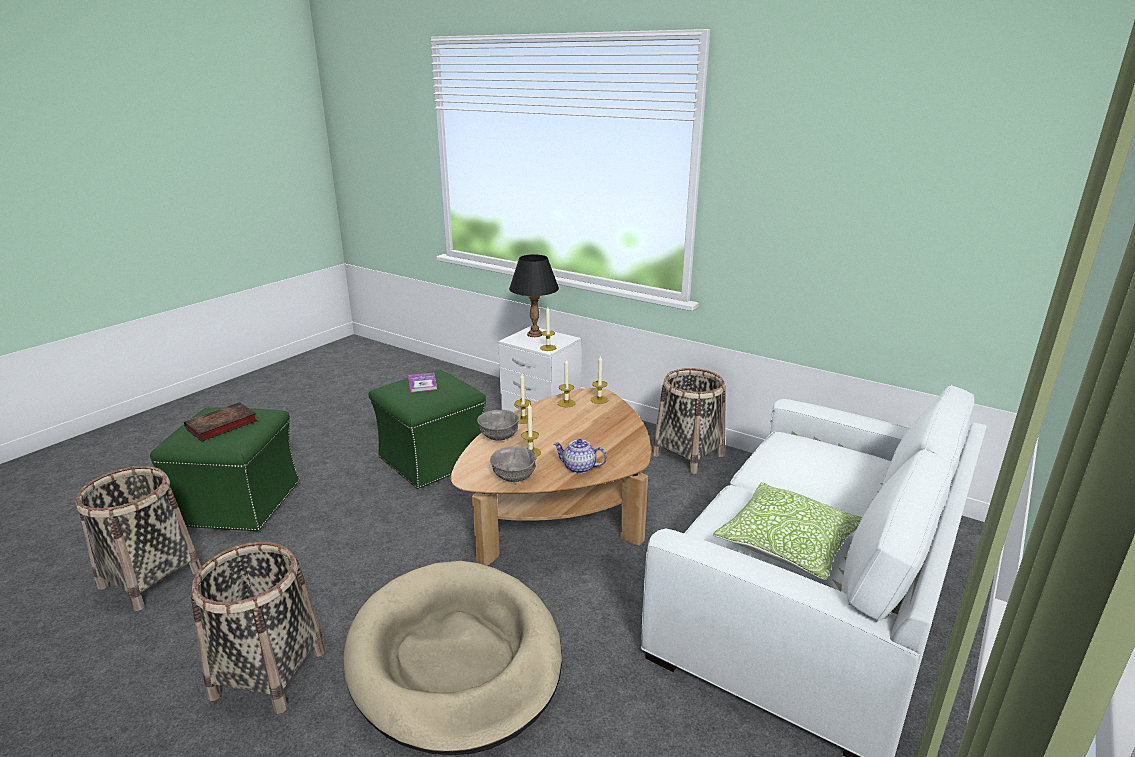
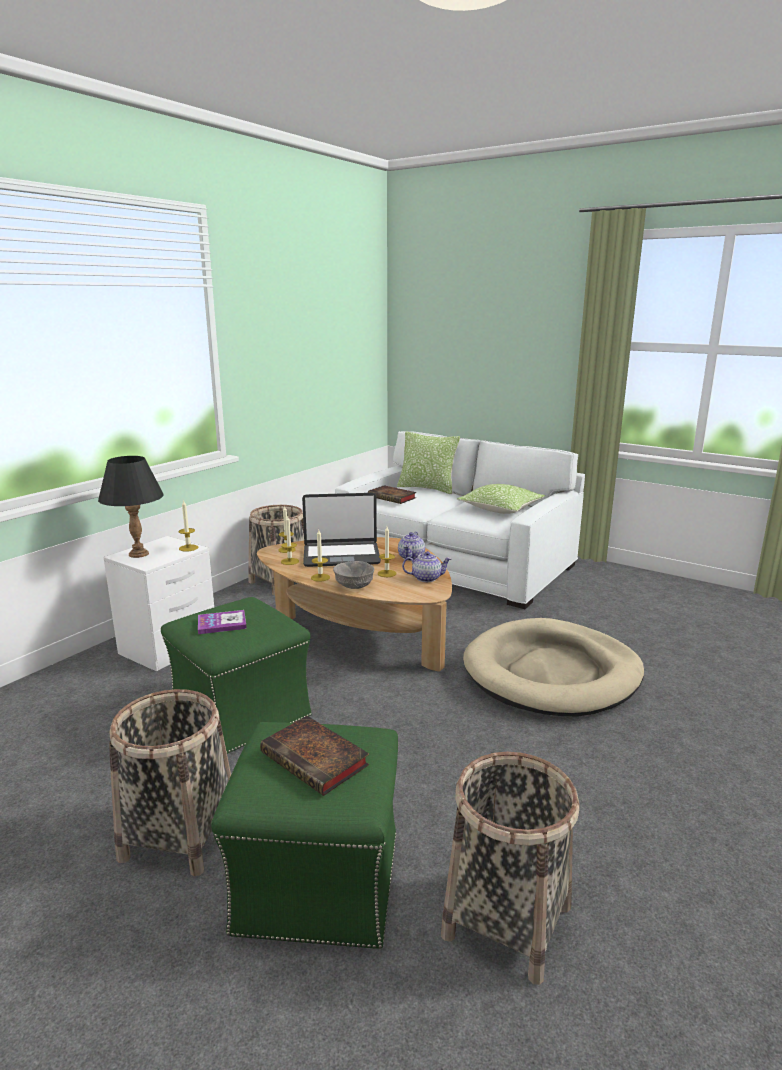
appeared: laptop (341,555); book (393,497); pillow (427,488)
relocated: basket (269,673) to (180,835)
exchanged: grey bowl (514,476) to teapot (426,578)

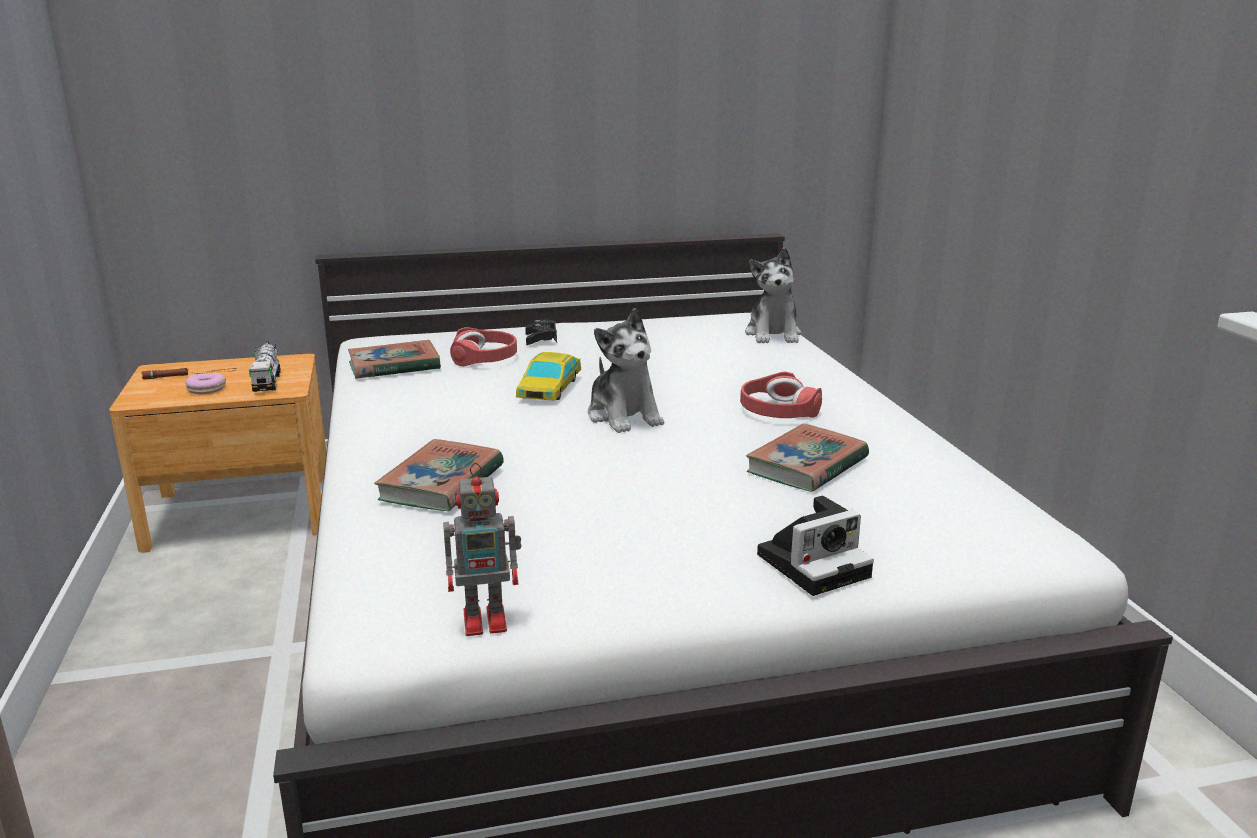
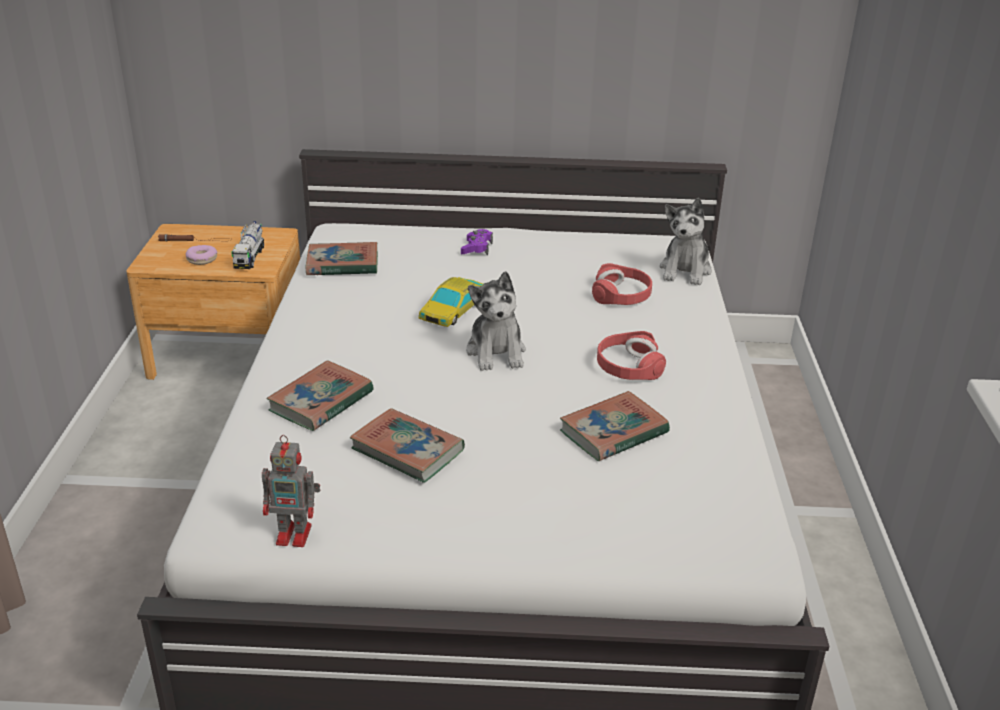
missing: photo camera (815,564)
appeared: book (407,450)
relocated: red headphones (485,358) to (621,295)
colour: black game controller (541,339) to purple game controller (476,248)

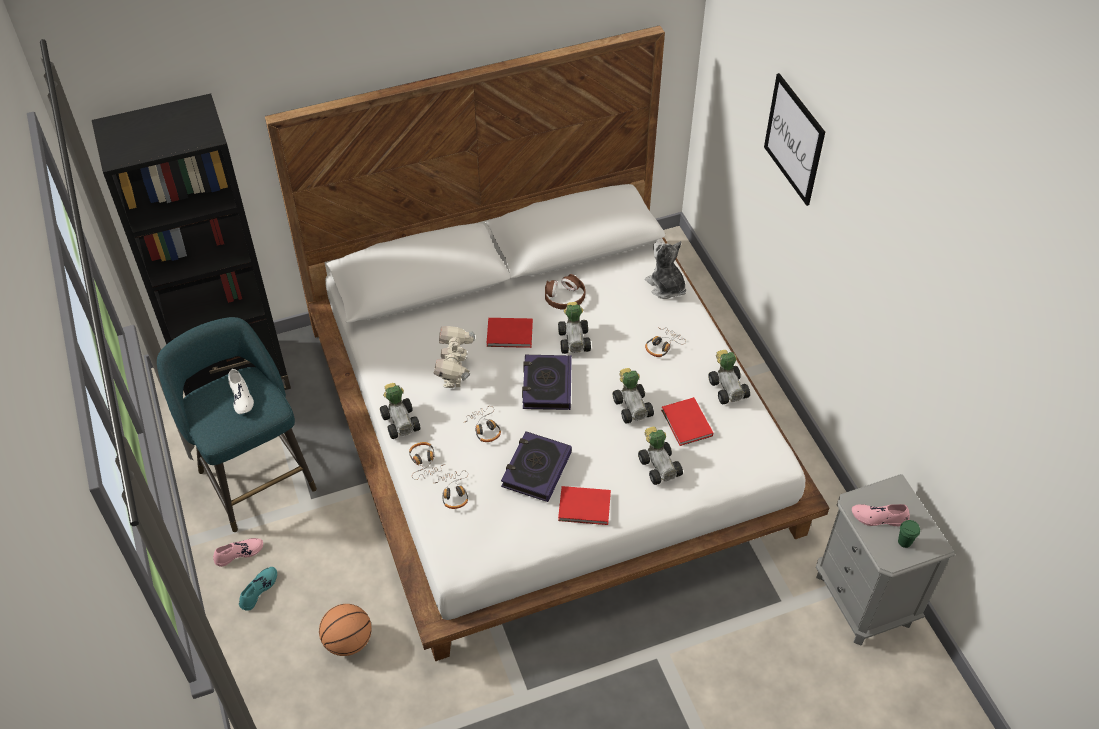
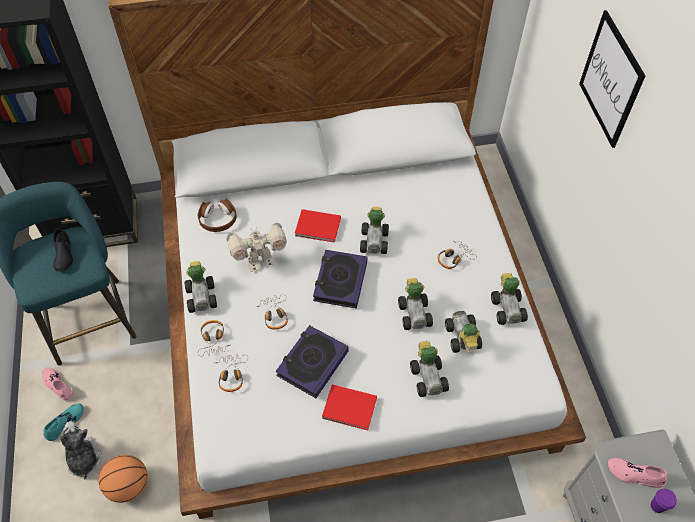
relocated: brown headphones (565,297) to (218,220); plush toy (666,286) to (83,459)
exchanged: red book (686,424) to toy car (462,339)
colour: white shoe (241,397) to black shoe (63,254); green cup (904,542) to purple cup (657,506)
spun: pink shoe (239,553) = (58,385) 120 degrees counterclockwise; toy robot (455,377) = (260,261) 120 degrees counterclockwise

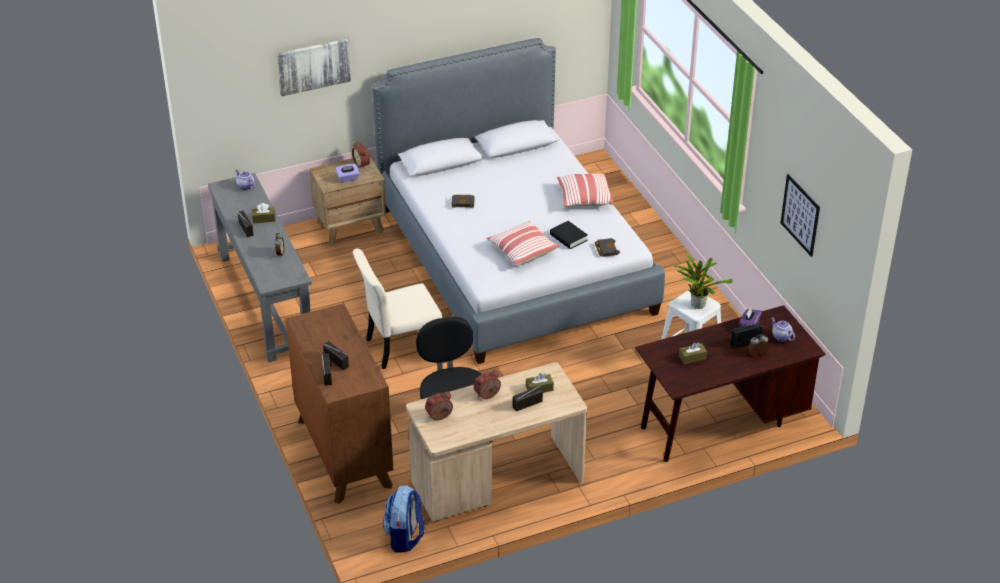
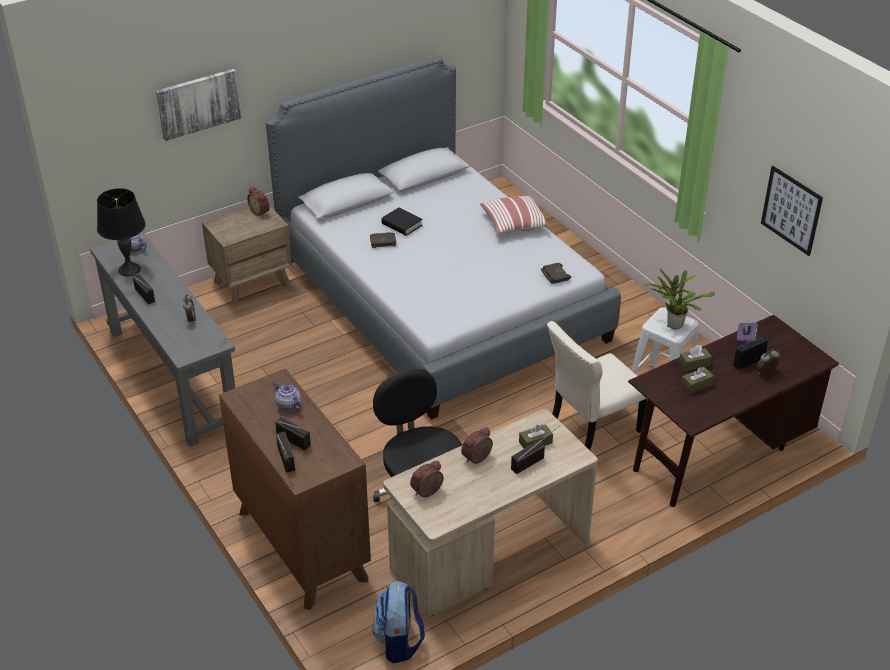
missing: purple tissue box (348,178); pillow (522,251)
appeared: black table lamp (129,269)
relocated: brown tissue box (264,219) to (694,364); beige chair (400,347) to (591,429); black book (568,238) to (402,224); teapot (780,337) to (287,405)

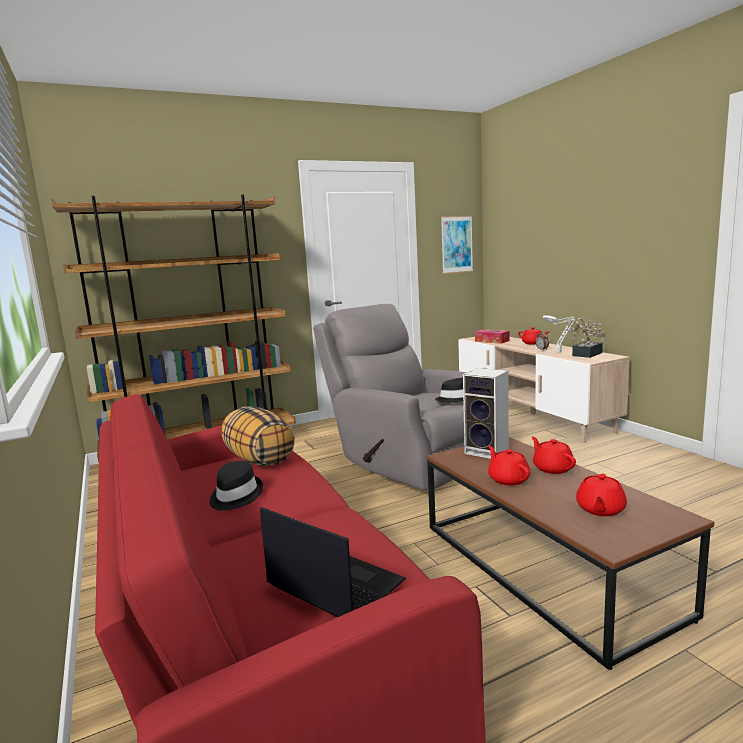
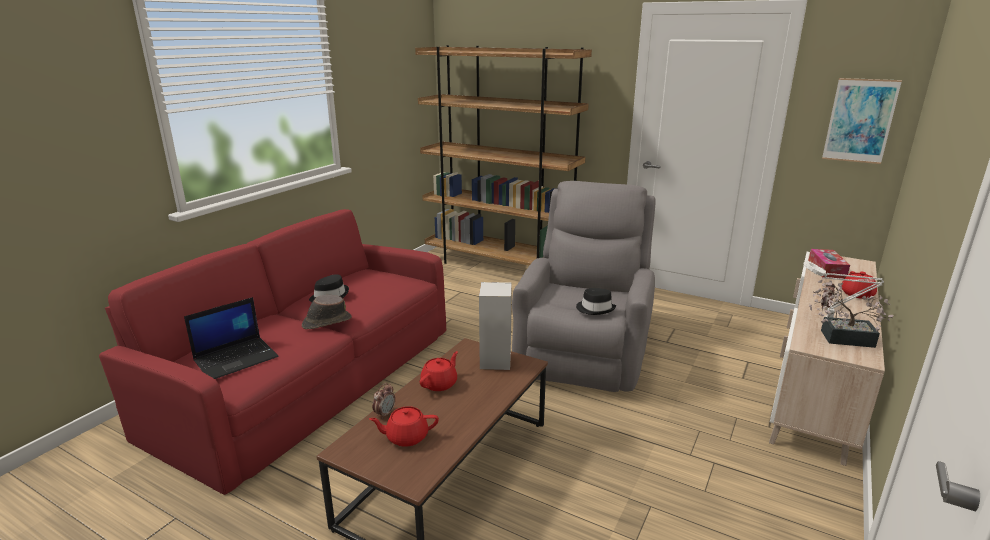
missing: pillow (258,460); red teapot (552,468)
appeared: brown hat (326,322); alarm clock (385,414)
spun: laptop (333,583) = (236,358) 45 degrees clockwise

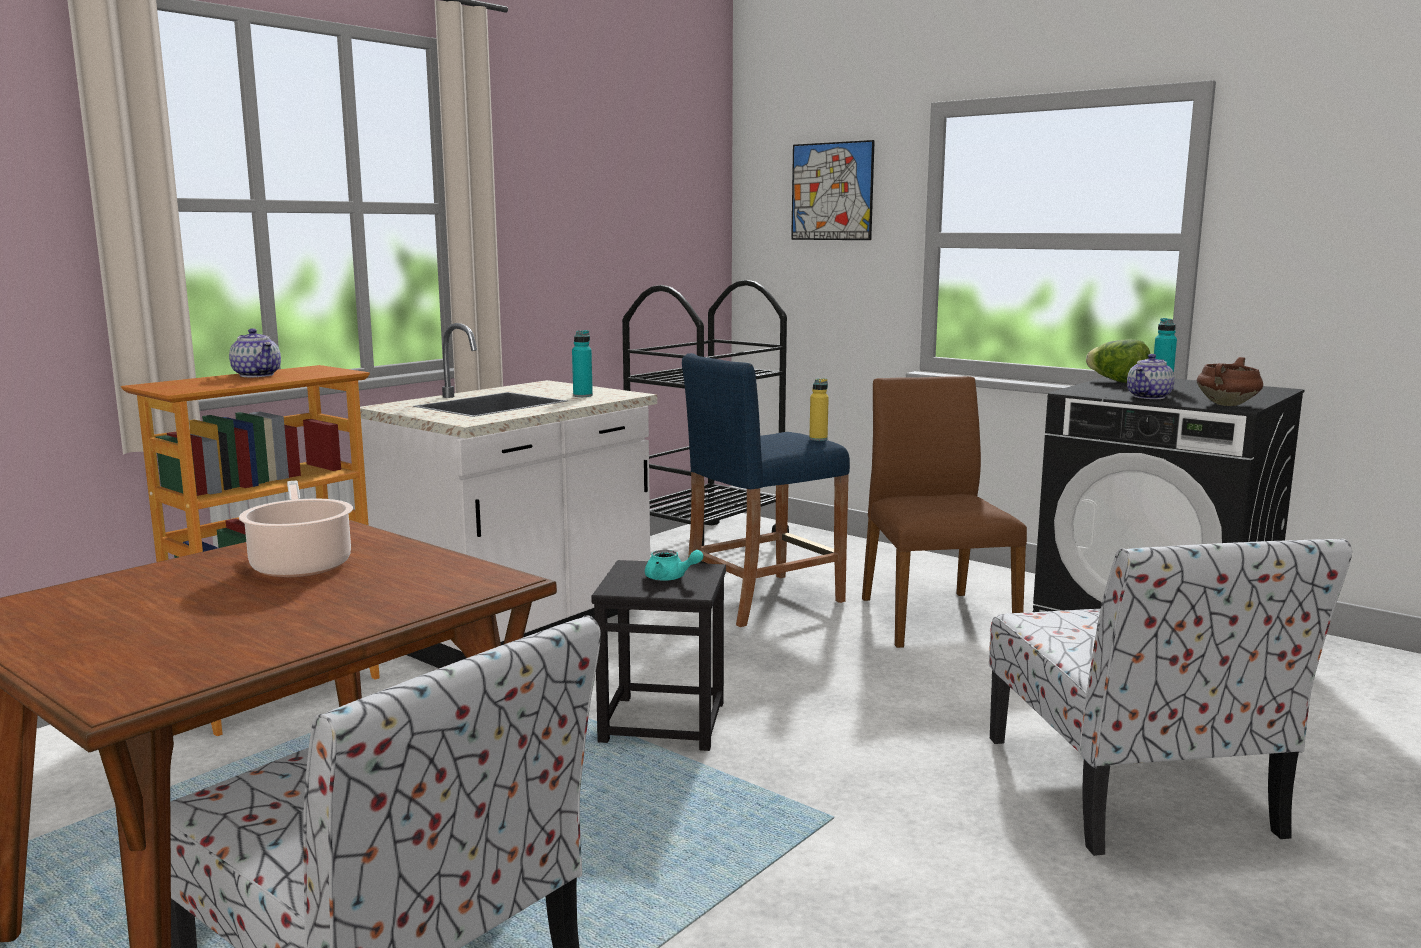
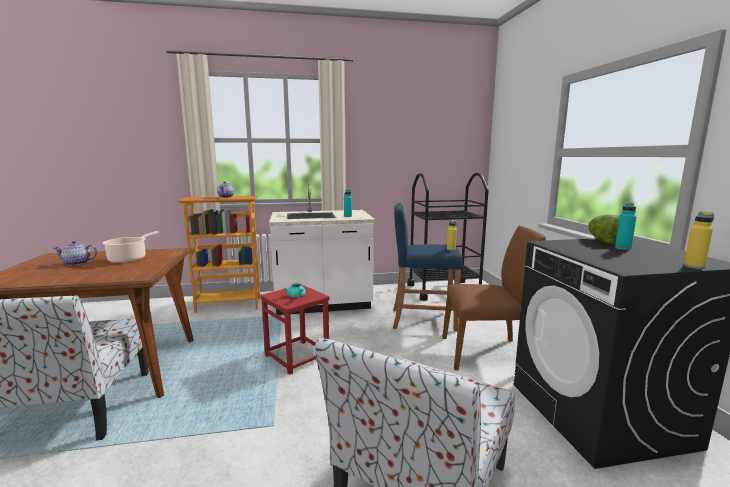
missing: picture (832,191); brown cooking pot (1227,405)
appeared: yellow bottle (693,266)
relocated: teapot (1149,397) to (77,263)
colour: black stool (663,722) to red stool (297,356)
spun: brown chair (934,617) = (486,353) 60 degrees clockwise

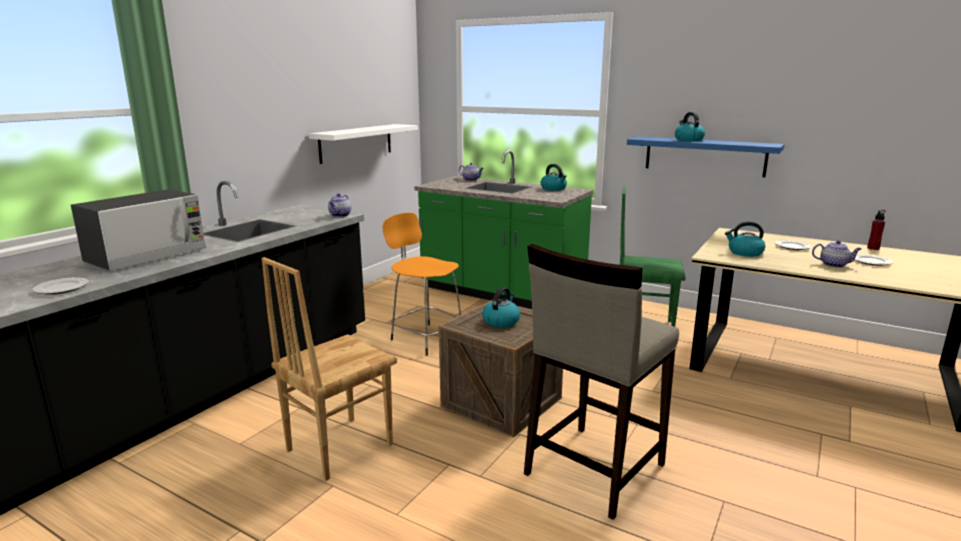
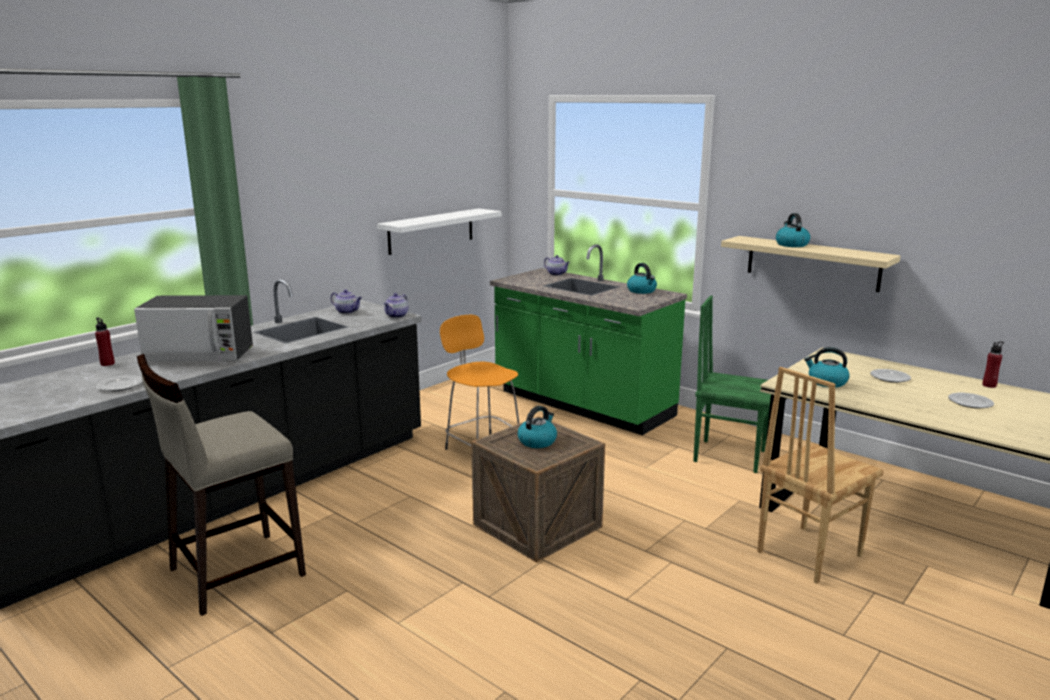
appeared: red bottle (107,364)
relocated: brown chair (338,447) to (807,553); beige stool (593,469) to (235,572); teapot (834,265) to (347,312)
colour: blue shelf (704,156) to beige shelf (812,263)
spun: microwave (147,256) = (200,355) 45 degrees clockwise

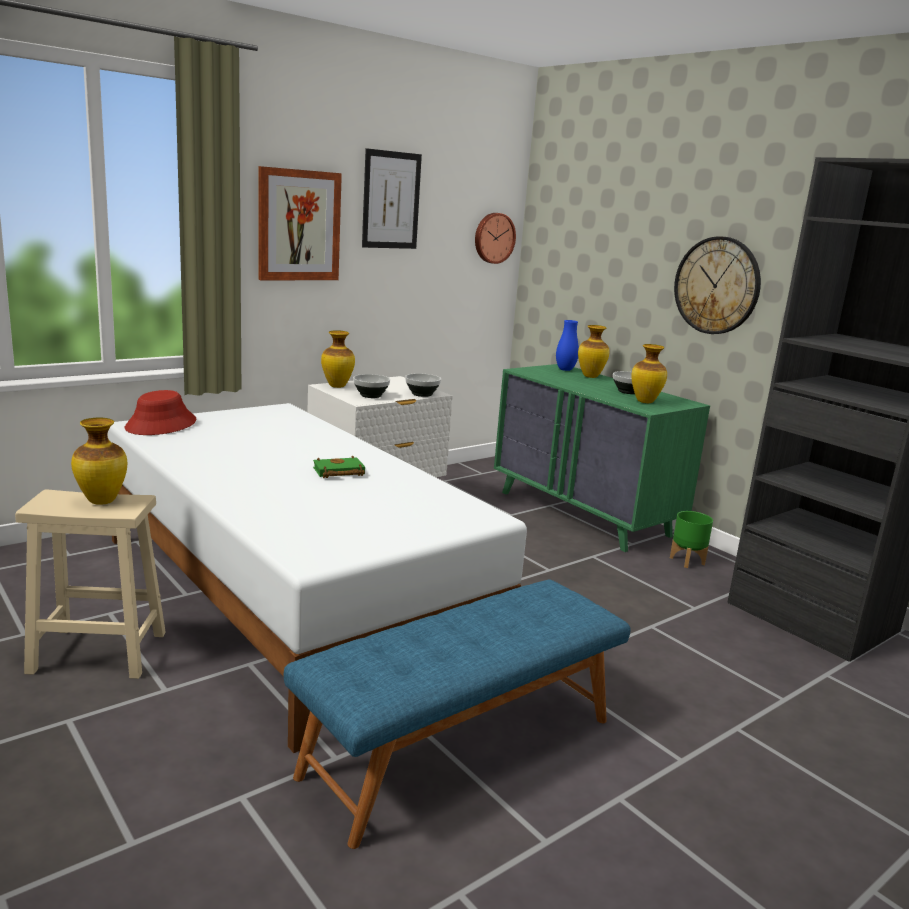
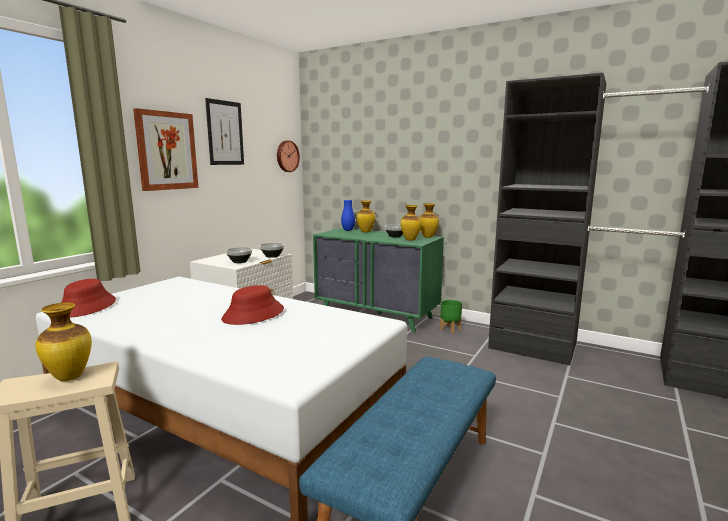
missing: wall clock (717,285)
relocated: vase (337,386) to (428,237)
exchanged: green book (338,472) to red hat (253,314)

